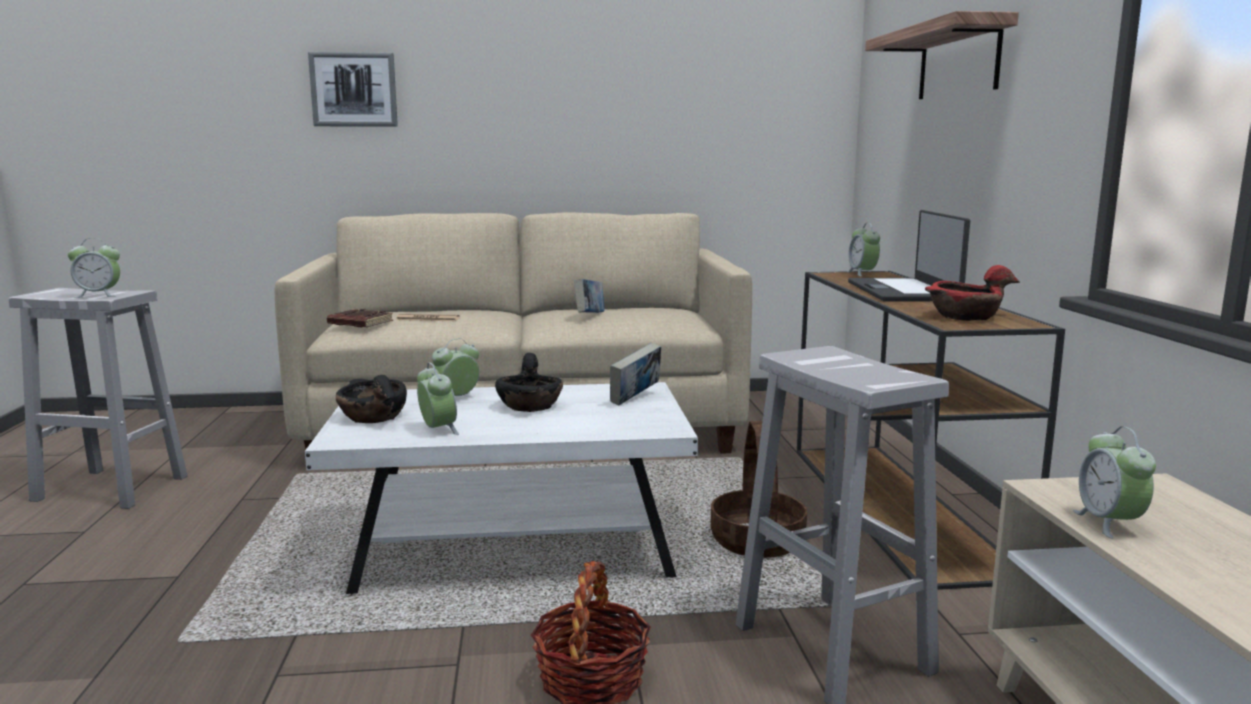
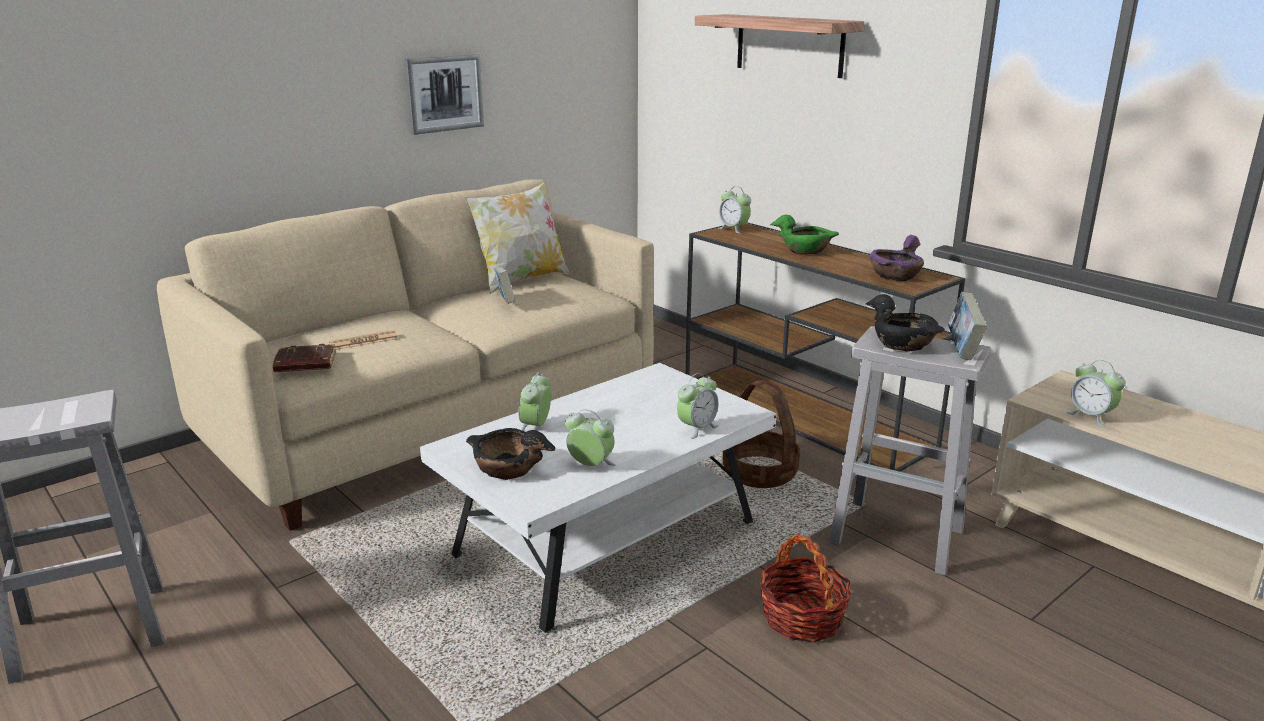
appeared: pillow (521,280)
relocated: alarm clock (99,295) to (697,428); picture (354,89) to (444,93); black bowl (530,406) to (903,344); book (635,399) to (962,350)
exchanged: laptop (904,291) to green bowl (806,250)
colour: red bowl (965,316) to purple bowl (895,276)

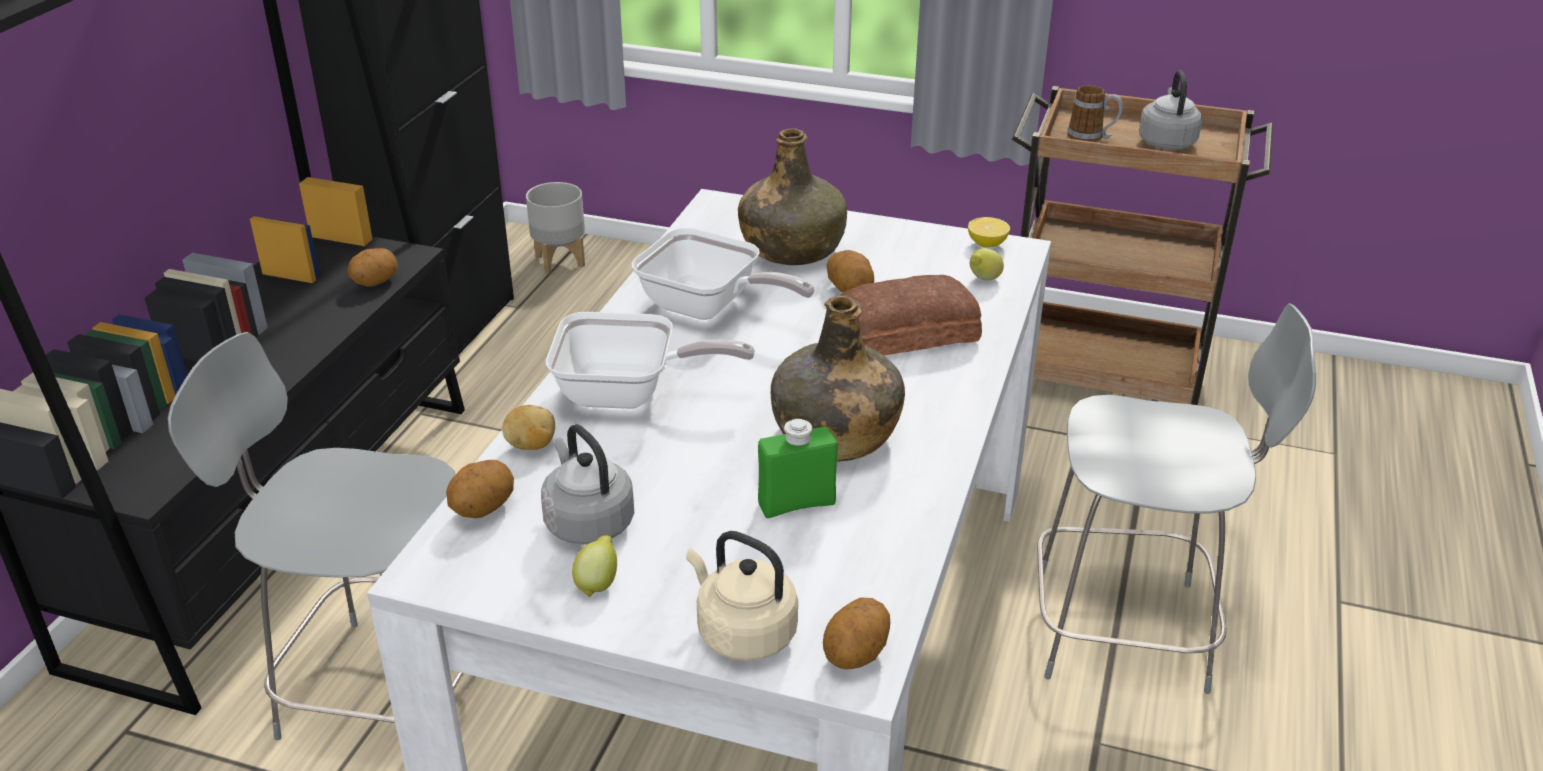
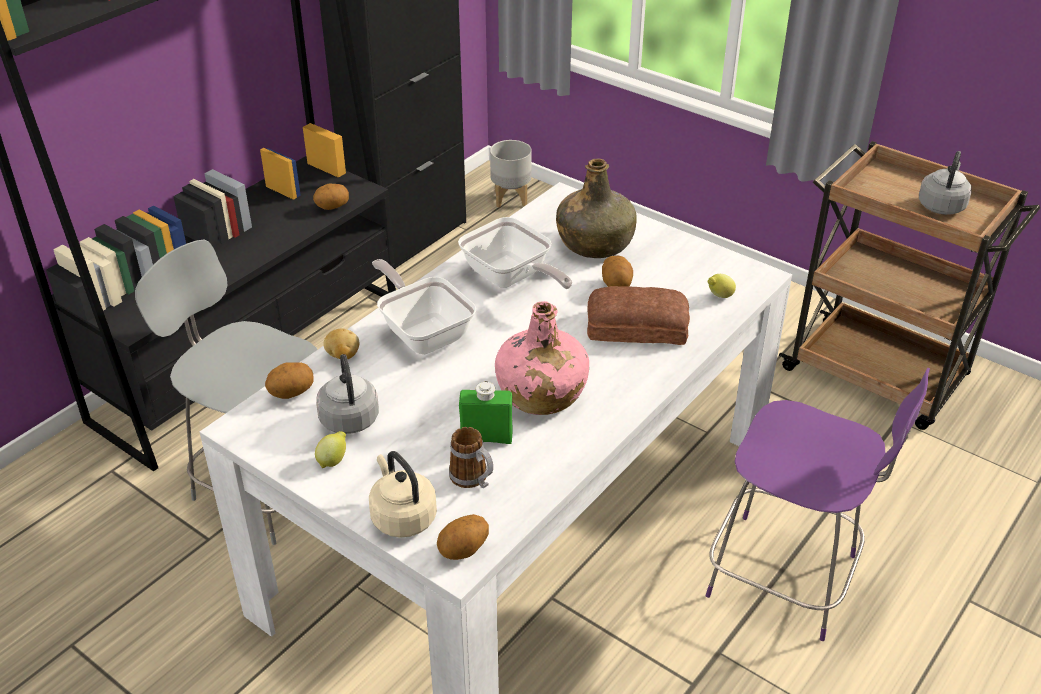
missing: lemon (987,244)
relocated: mug (1092,138) to (473,480)
colour: green bottle (834,435) to pink bottle (540,393); grey chair (1129,630) to purple chair (787,578)
spun: frying pan (629,394) = (423,332) 150 degrees counterclockwise

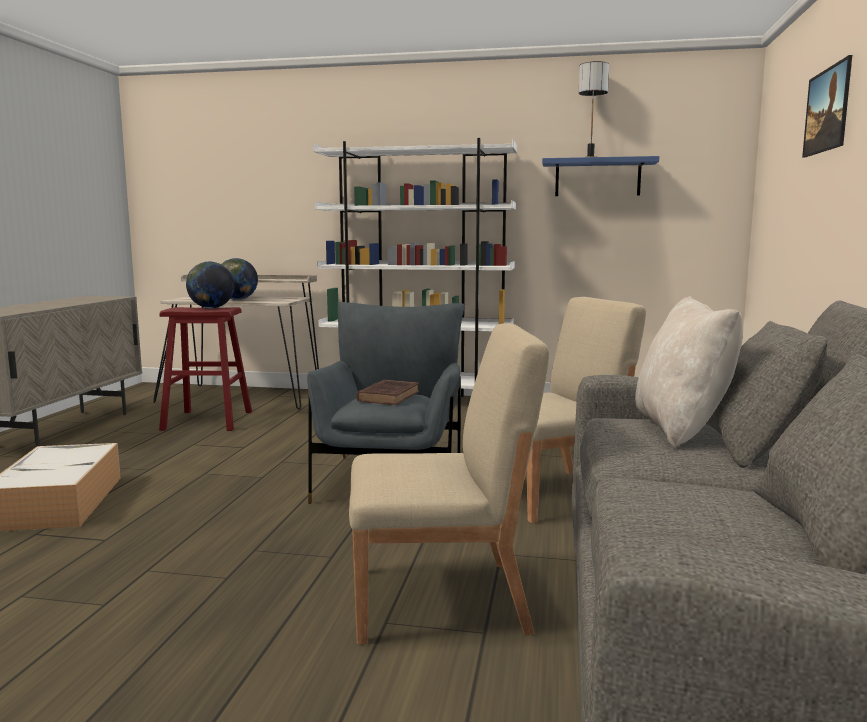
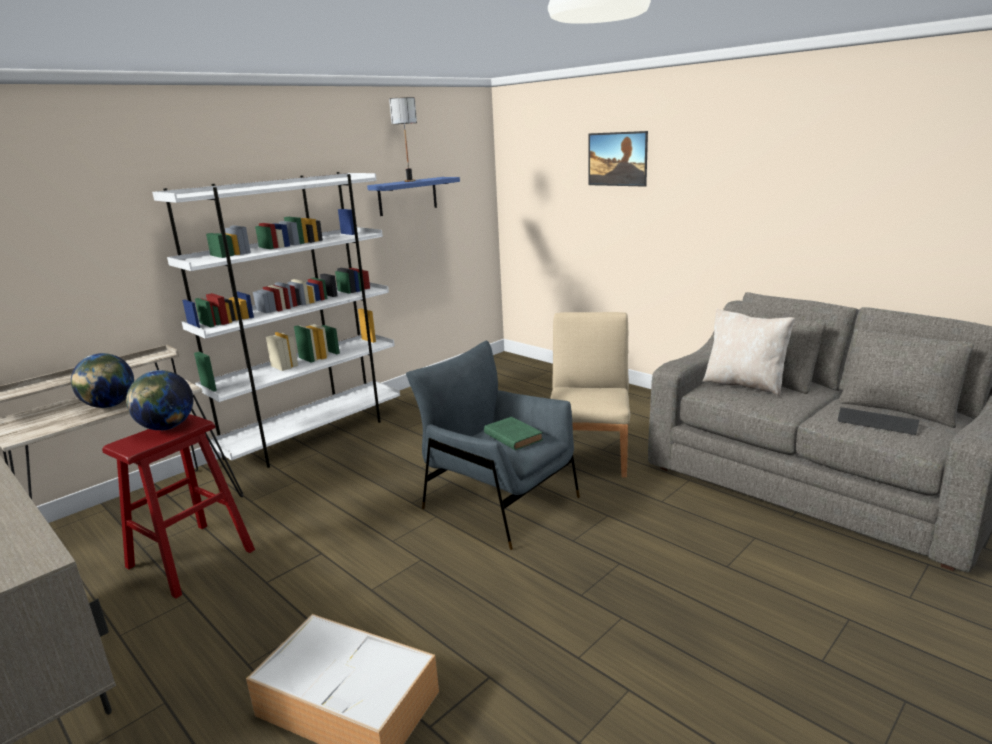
missing: beige chair (442,600)
appeared: keyboard (877,422)
colour: brown book (389,396) to green book (512,436)

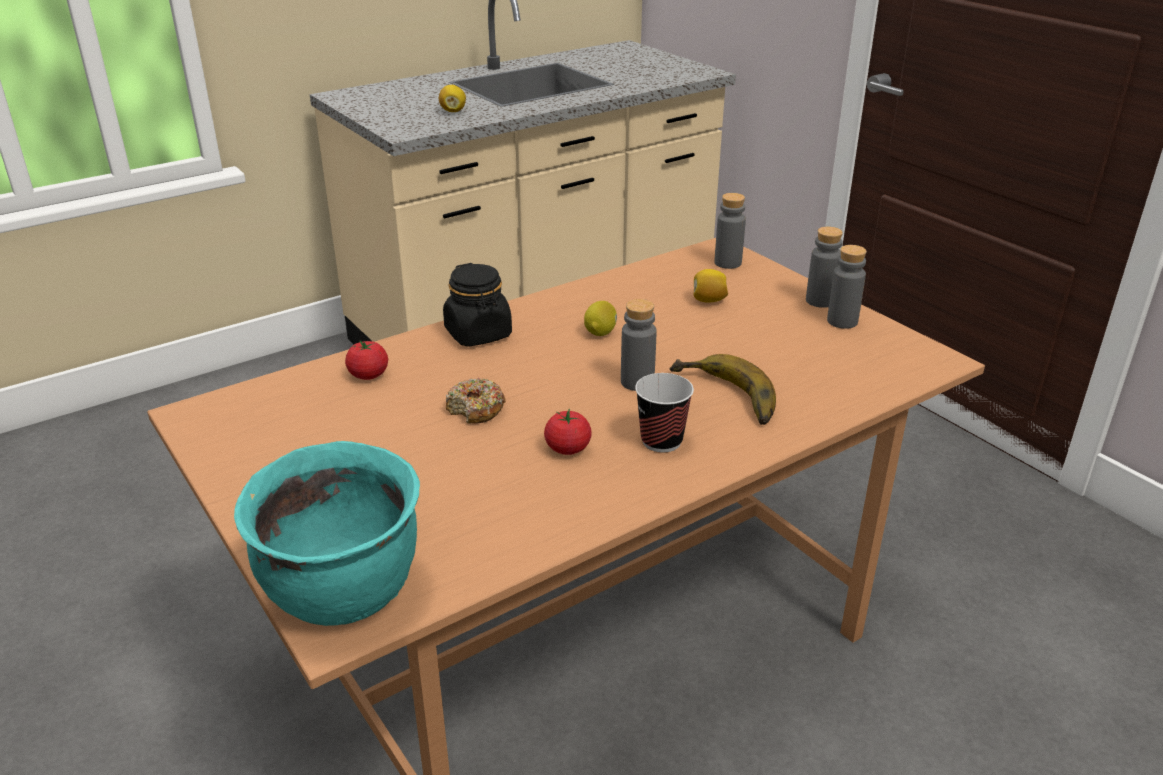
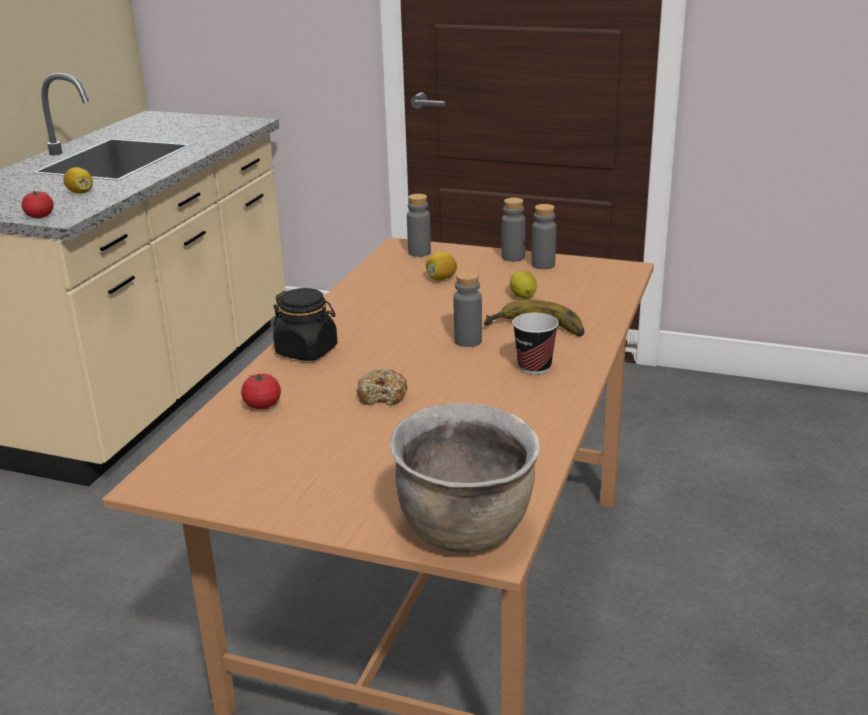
relocated: tomato (567,448) to (40,216); lemon (601,332) to (522,296)
colour: turquoise cooking pot (345,593) to brown cooking pot (466,530)

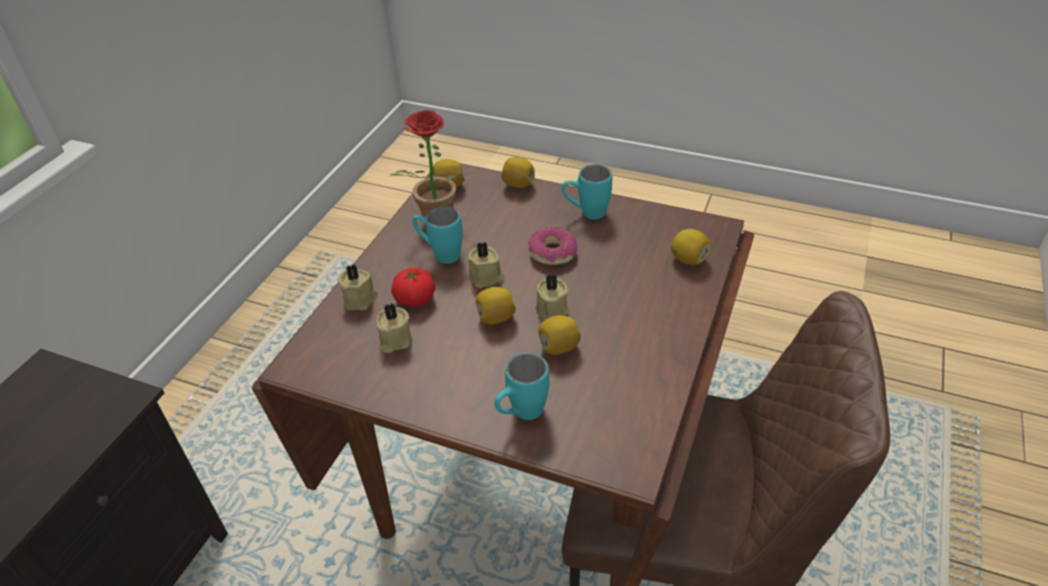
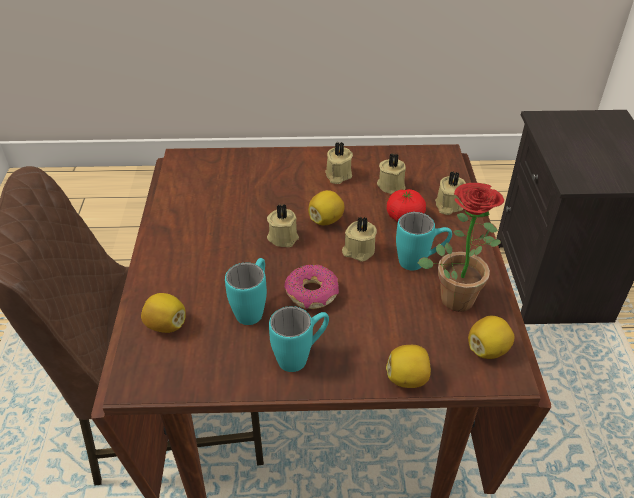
missing: lemon (559,347)
appeared: beige candle (337,175)
relocated: turquoise mug (521,414) to (253,308)

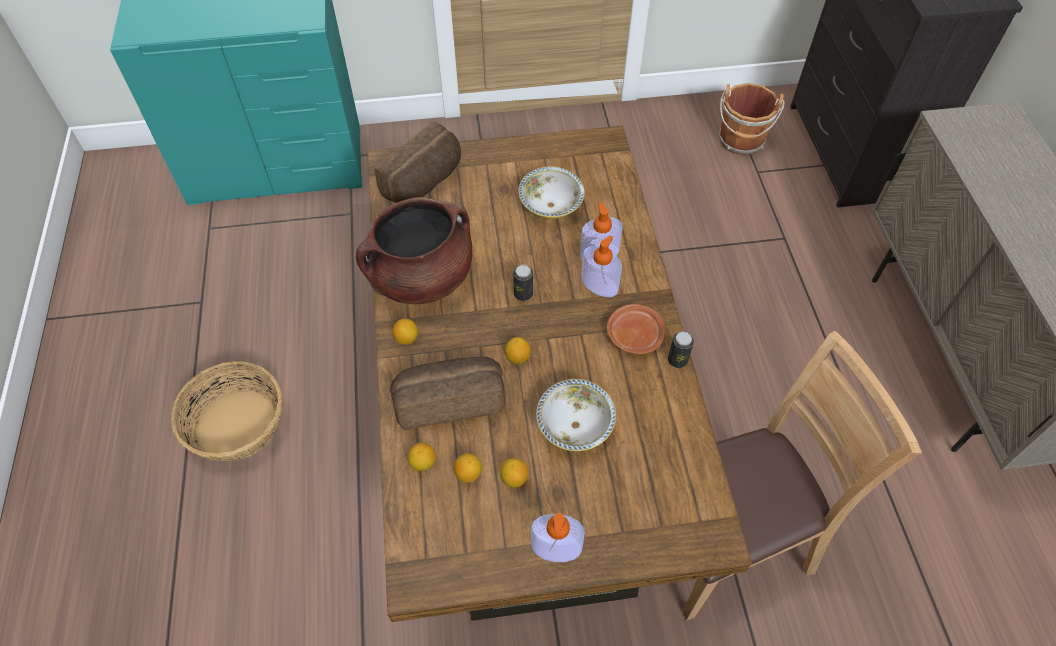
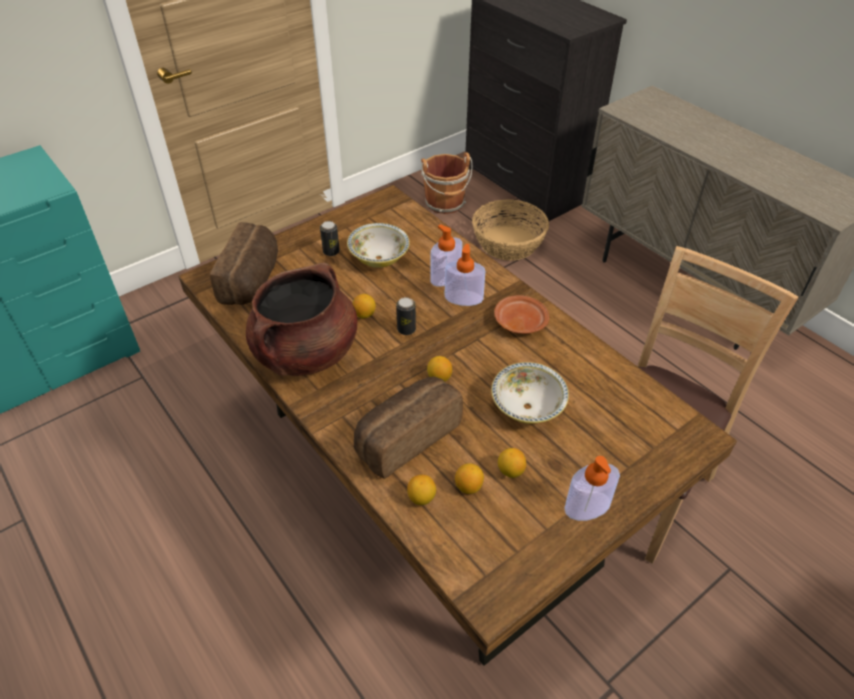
relocated: basket (237,426) to (508,243); lemon (407,338) to (364,314); can (677,360) to (331,252)

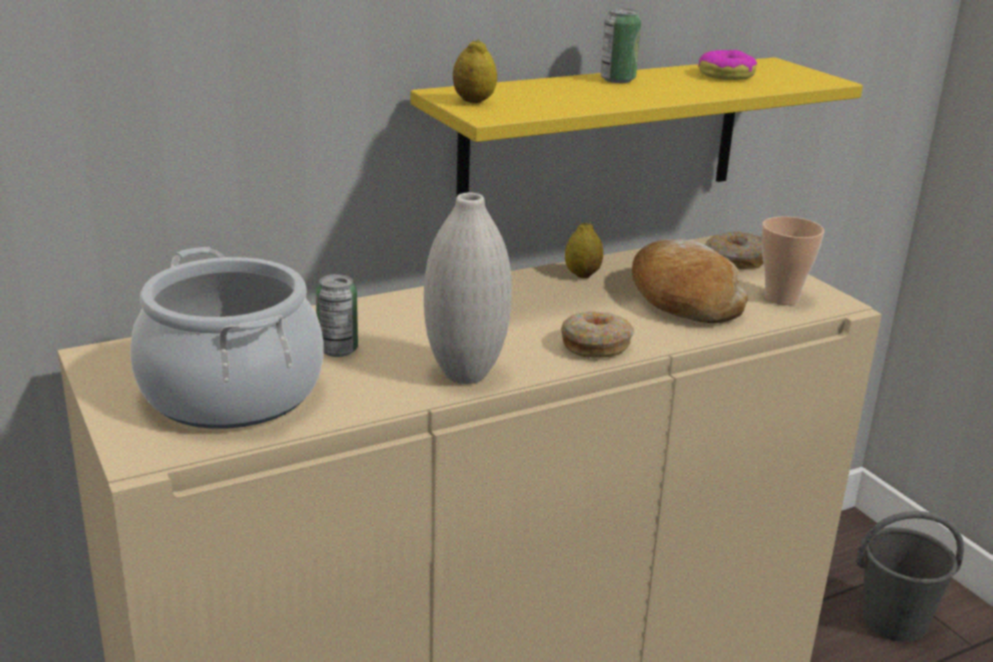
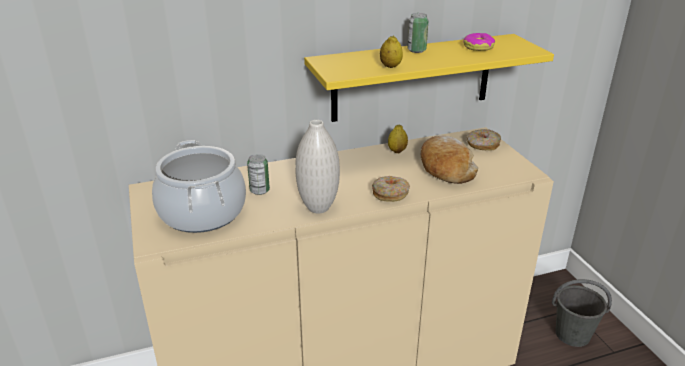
missing: cup (781,298)
relocated: lemon (474,101) to (390,66)

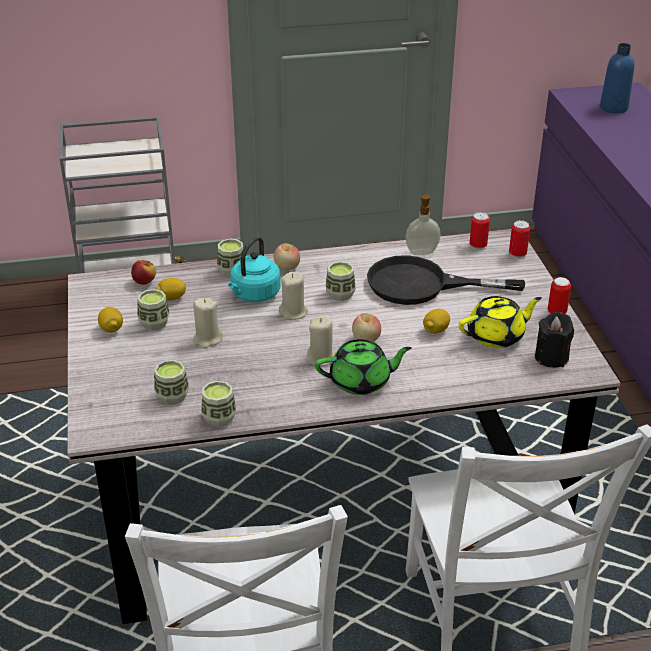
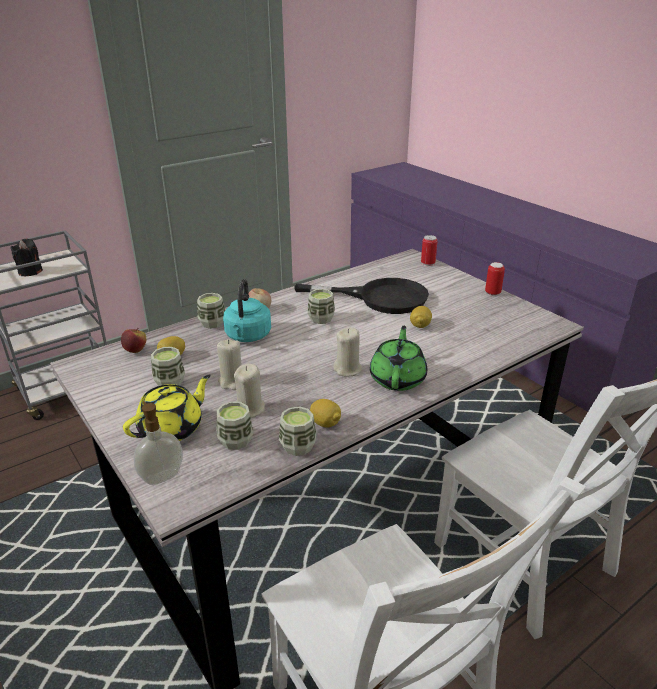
missing: apple (366,339); can (478,245); blue bottle (613,108)
relocated: lemon (111,329) to (325,423); beige candle (293,312) to (250,409); soap dispenser (421,251) to (161,476); yellow teapot (496,336) to (172,428); black candle (551,357) to (30,271)
spun: green teapot (361,381) = (398,378) 45 degrees counterclockwise; black frying pan (422,285) = (379,298) 150 degrees counterclockwise

